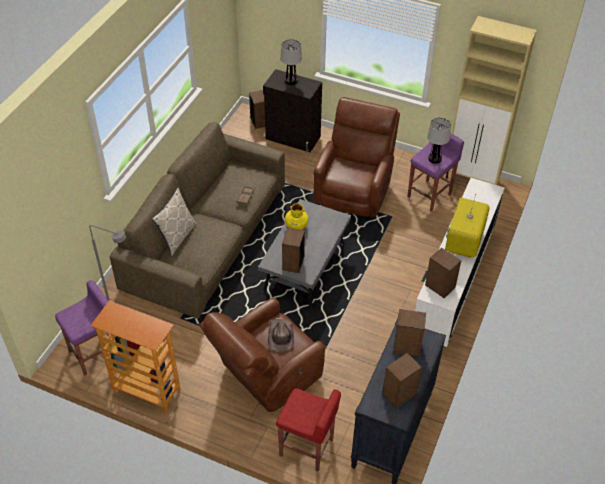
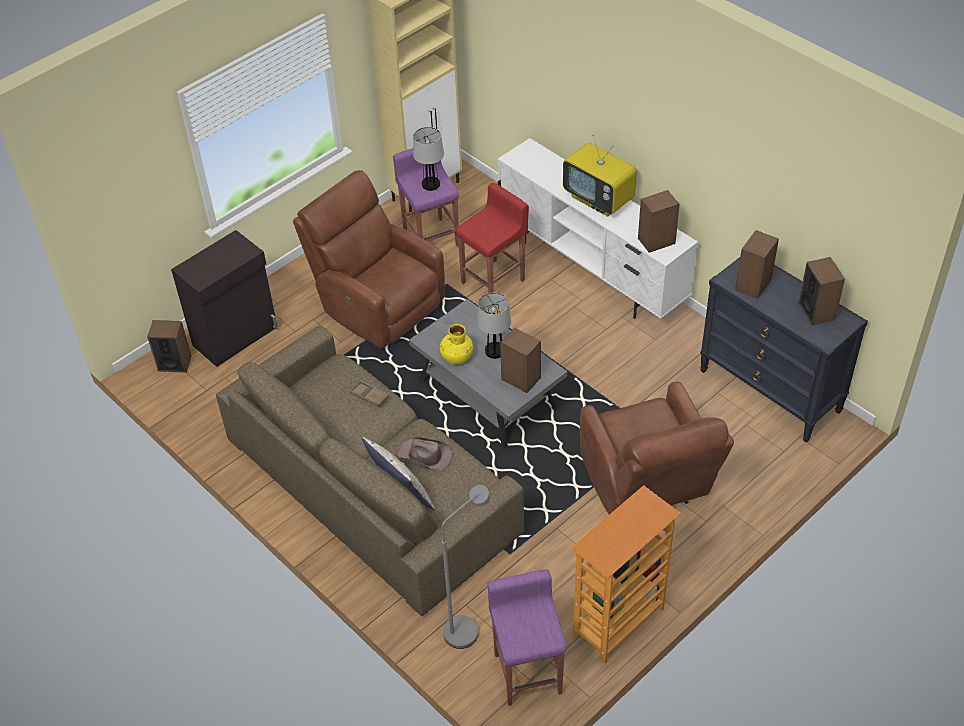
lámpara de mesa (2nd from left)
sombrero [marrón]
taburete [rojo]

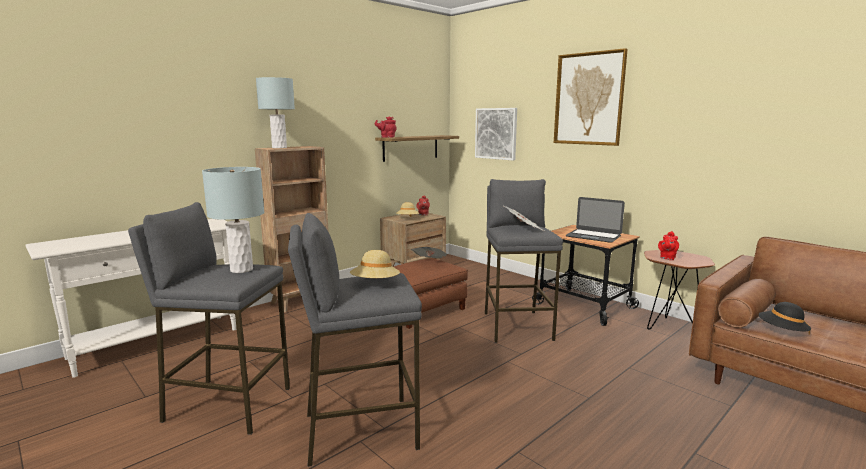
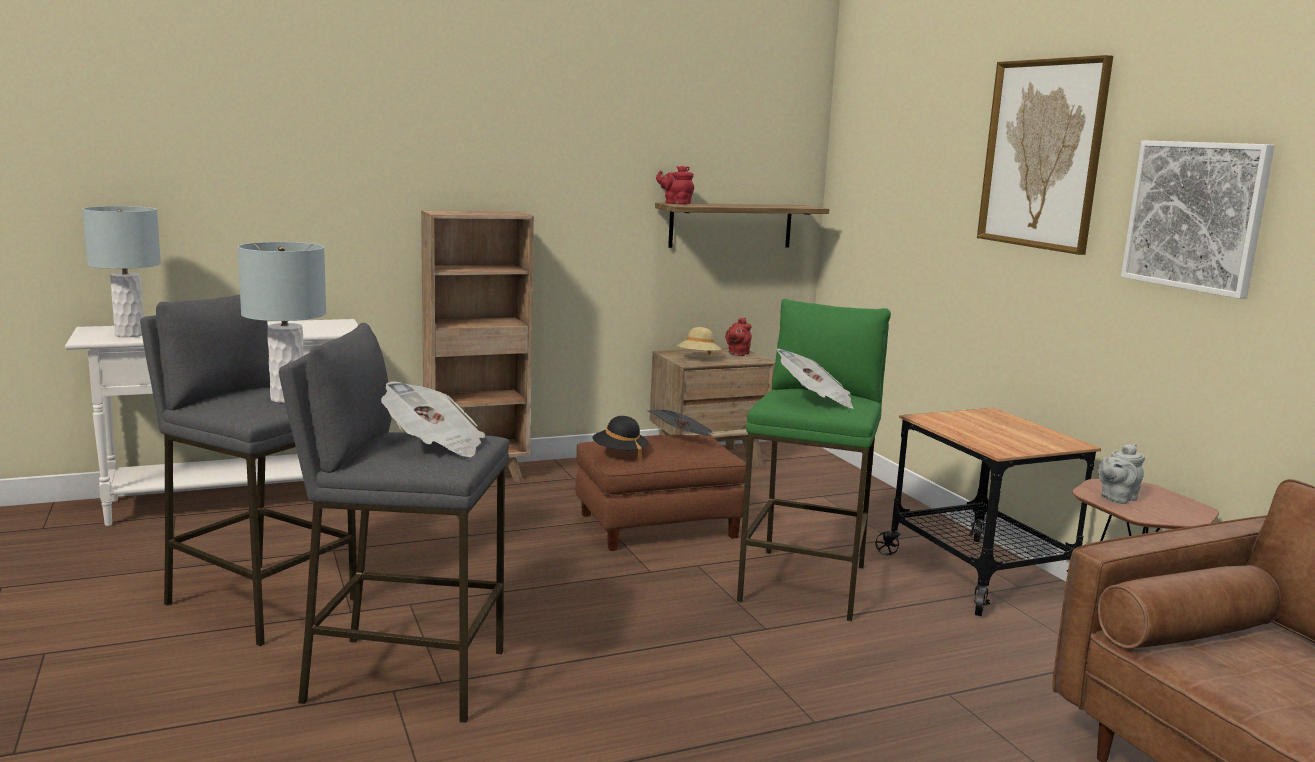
lámpara de mesa [gris] (1st from left)
cuadro (2nd from left)
taburete [verde]
portátil
tetera [gris]
periódico (1st from left)
sombrero [negro]

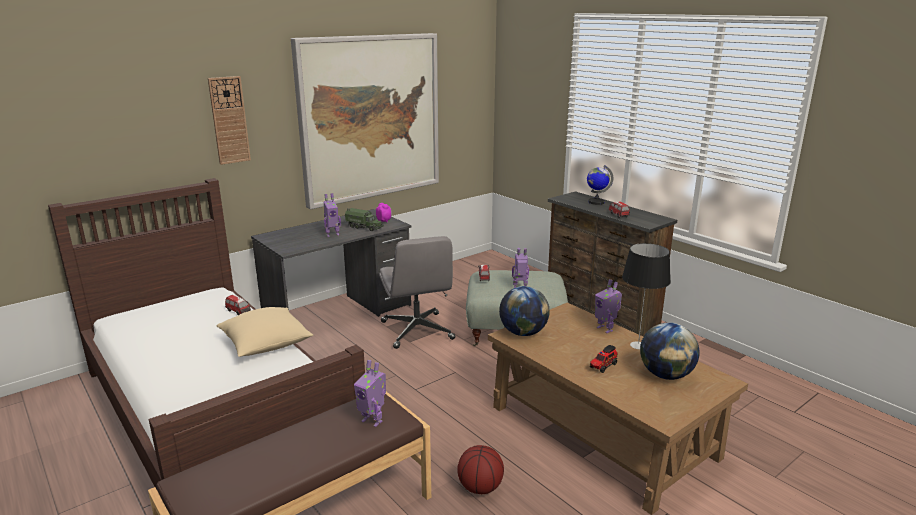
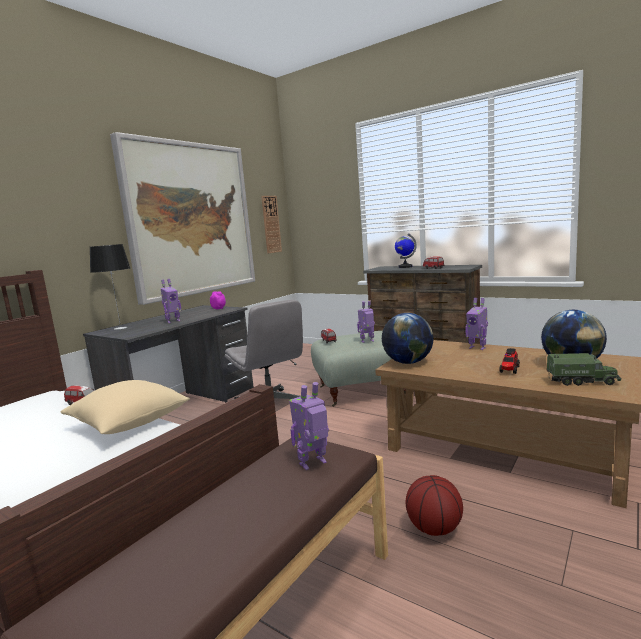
reloj de pared
camión de juguete (2nd from left)
lámpara de mesa
robot de juguete (2nd from left)

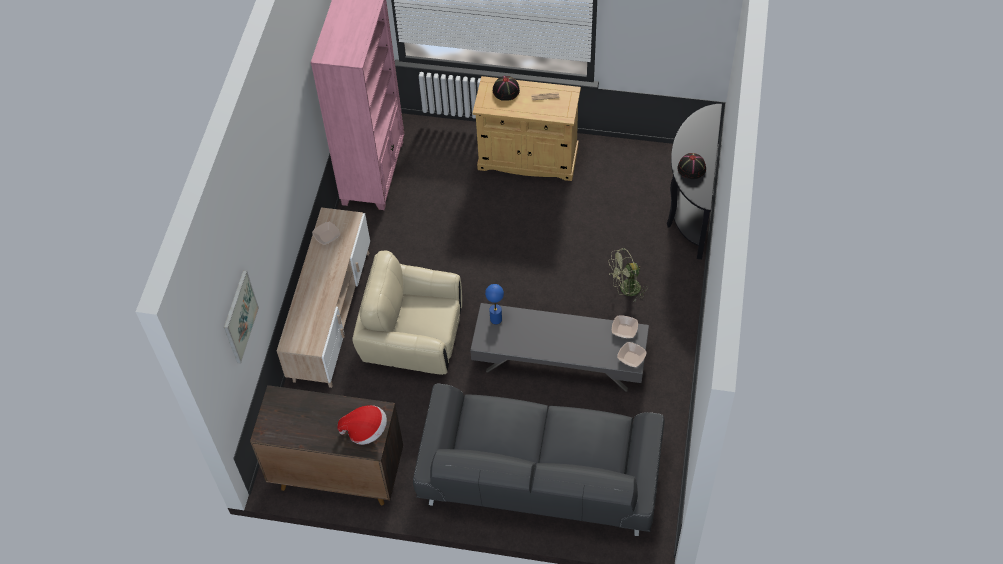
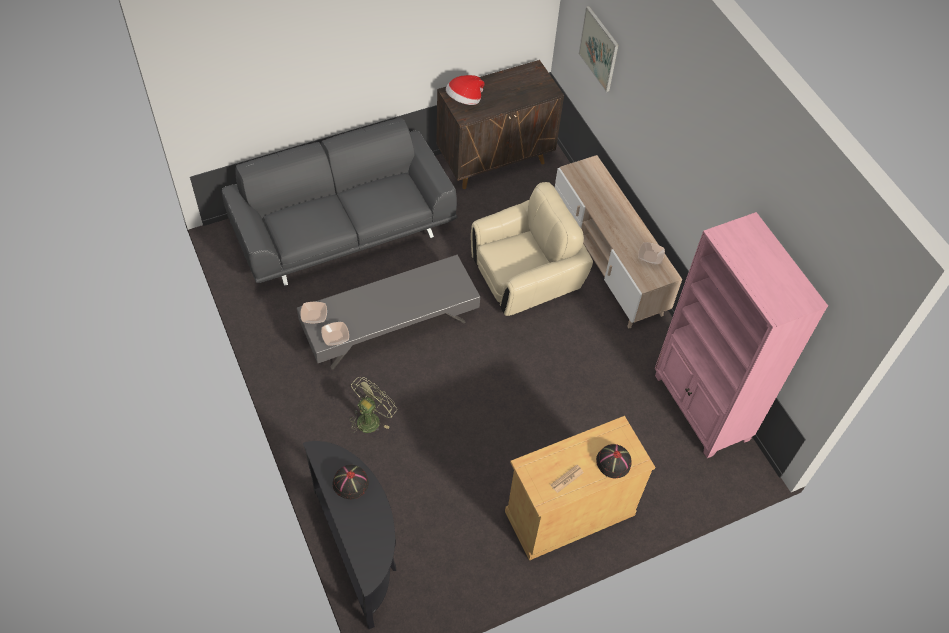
lámpara de mesa [azul]

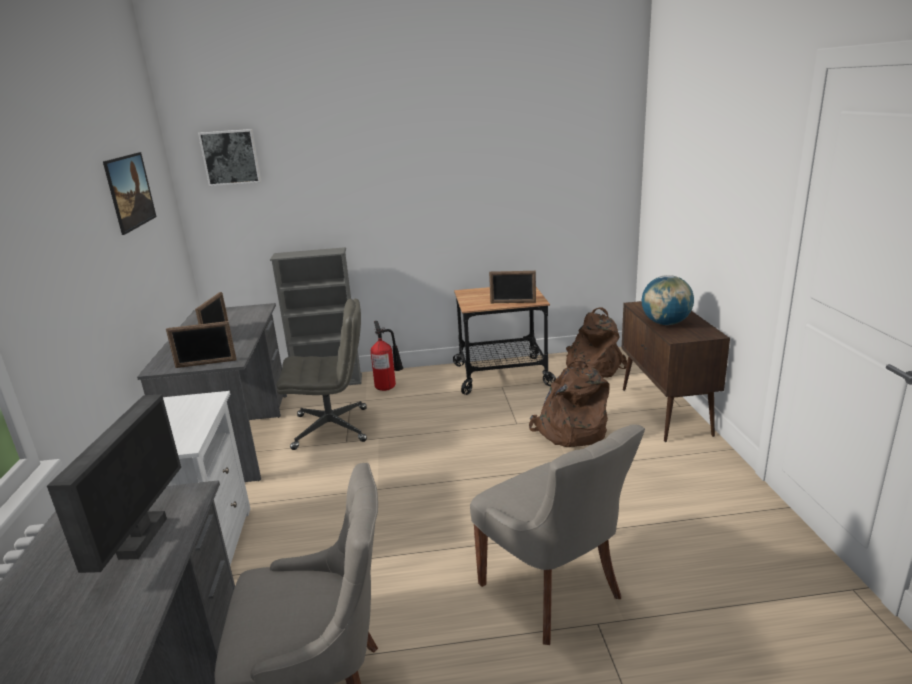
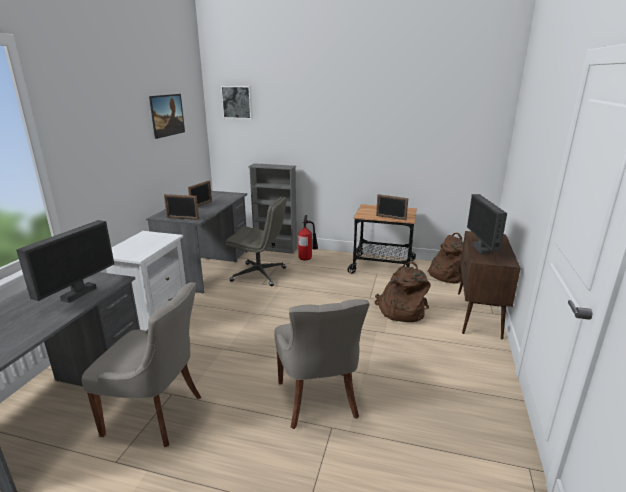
monitor (2nd from left)

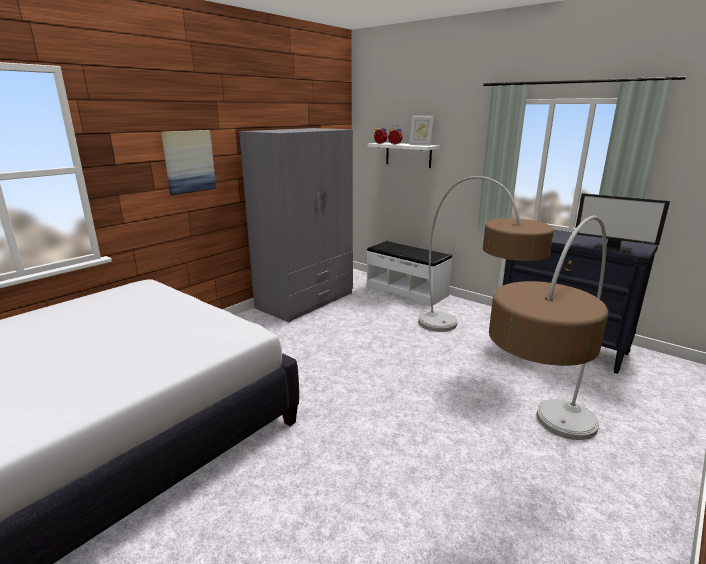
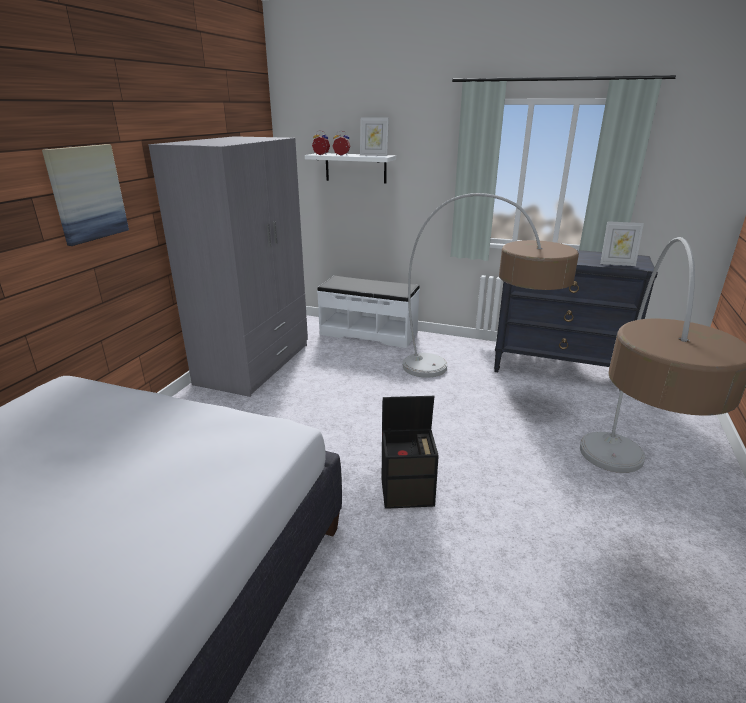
portarretratos (2nd from left)
caja de almacenaje [negro]

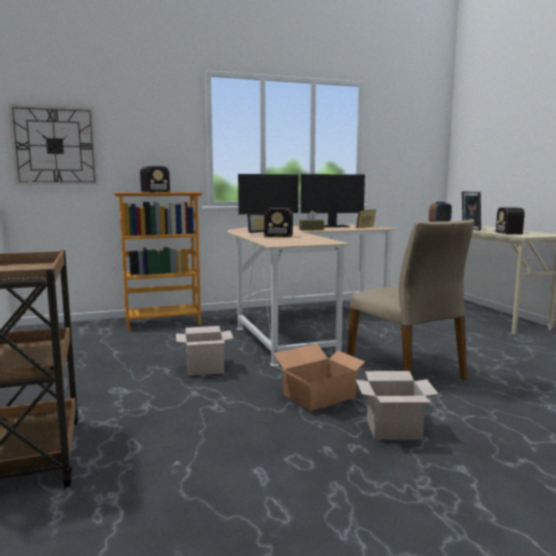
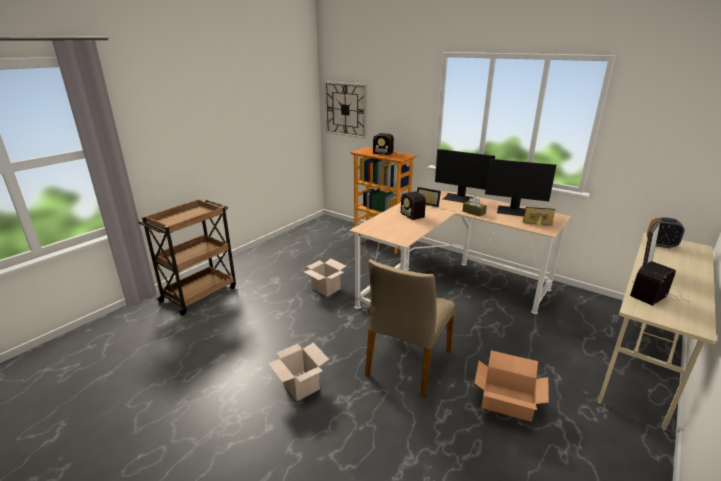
monitor (2nd from left)
caja de cartón (3rd from left)

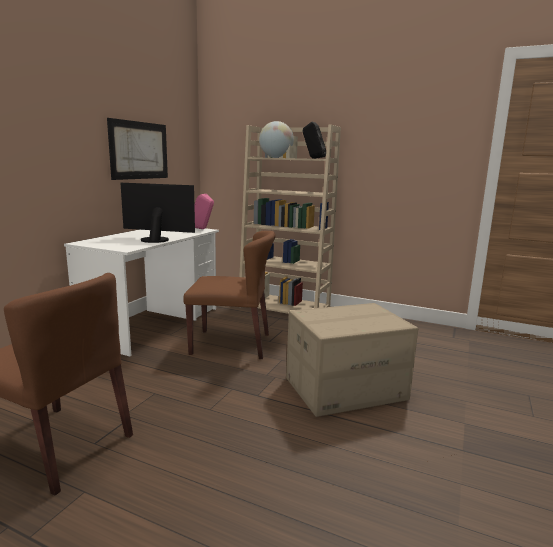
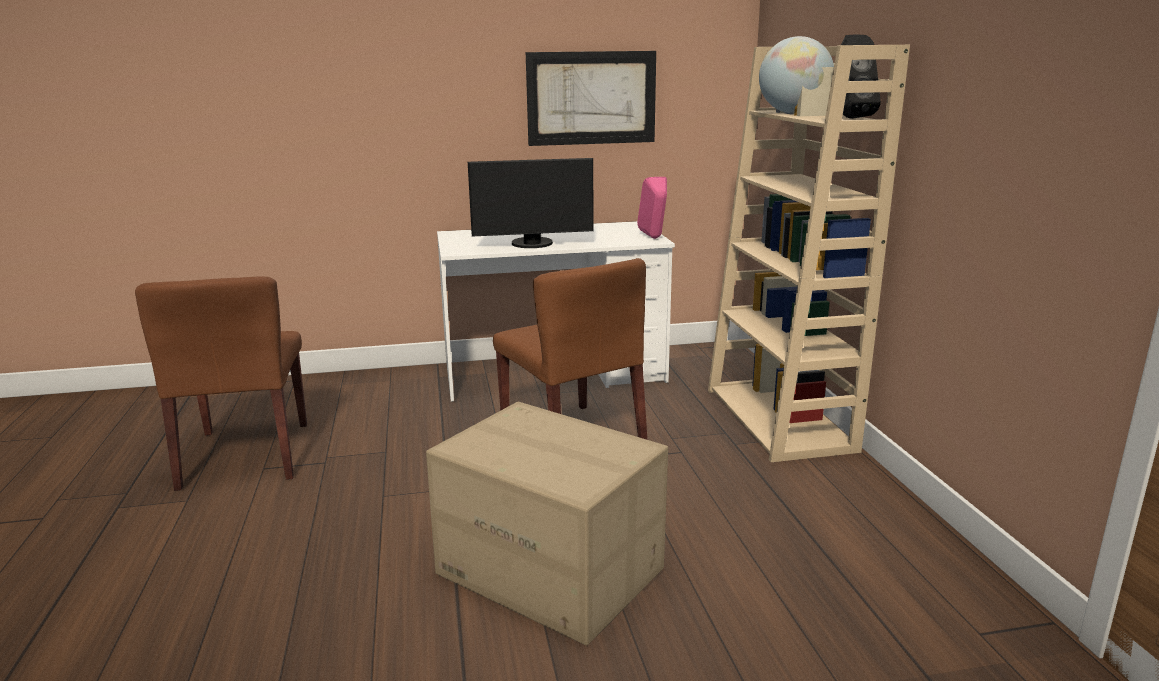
monitor

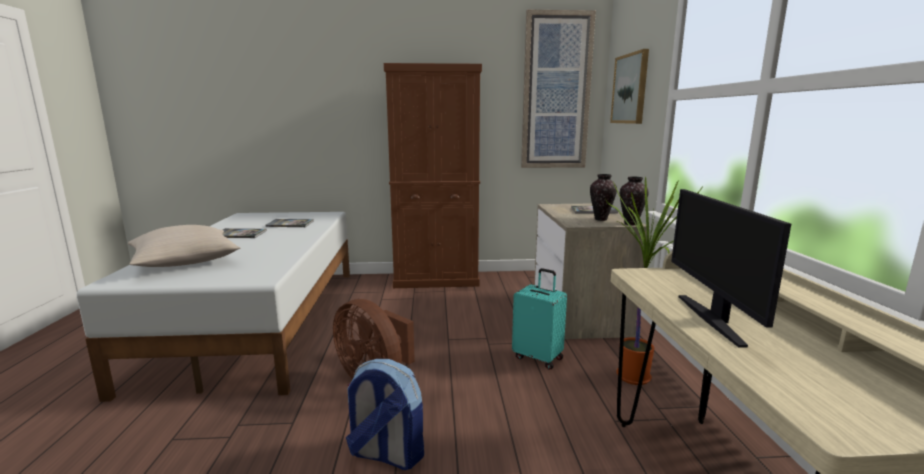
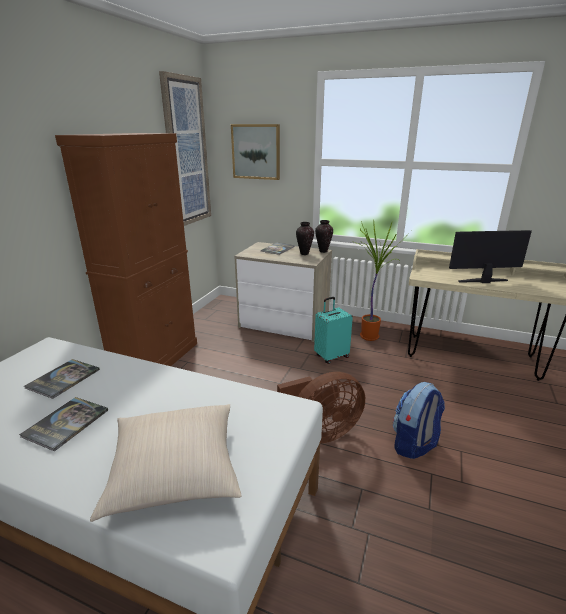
monitor

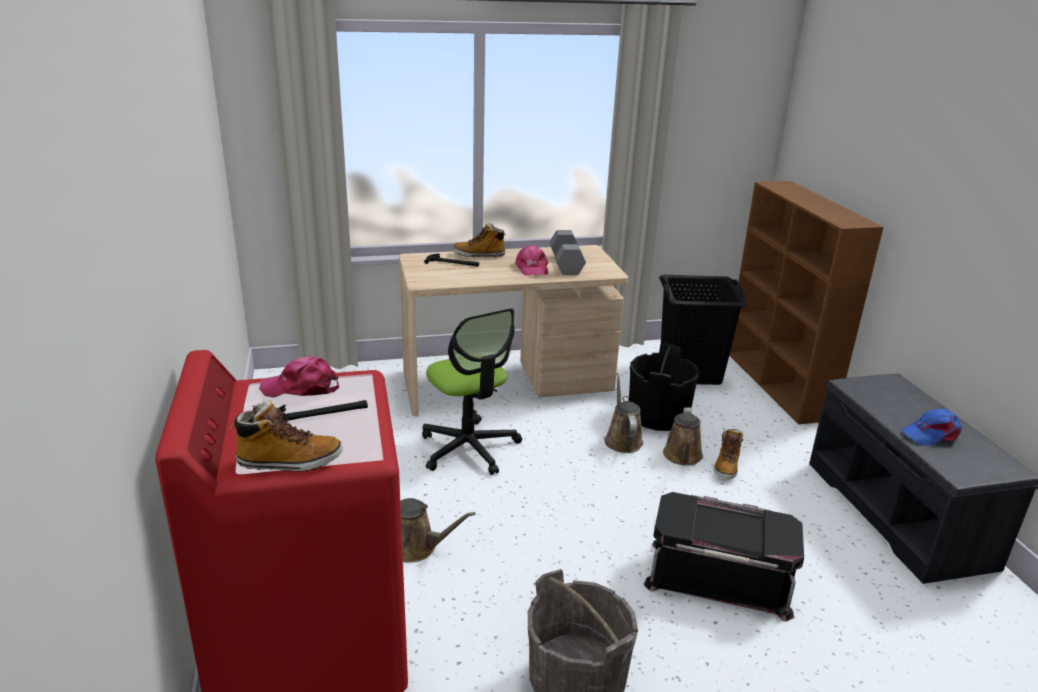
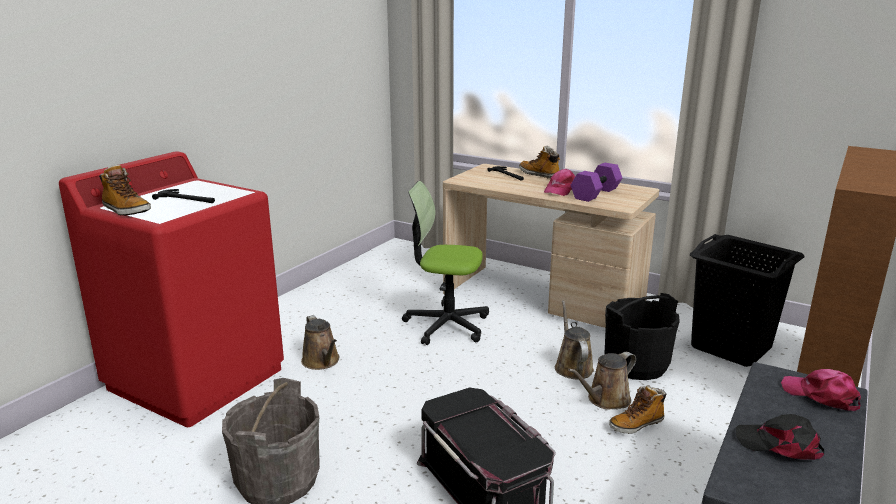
mancuerna [morado]
silla de oficina
gorra [rosa] (2nd from left)
regadera [marrón] (2nd from left)
gorra [negro]

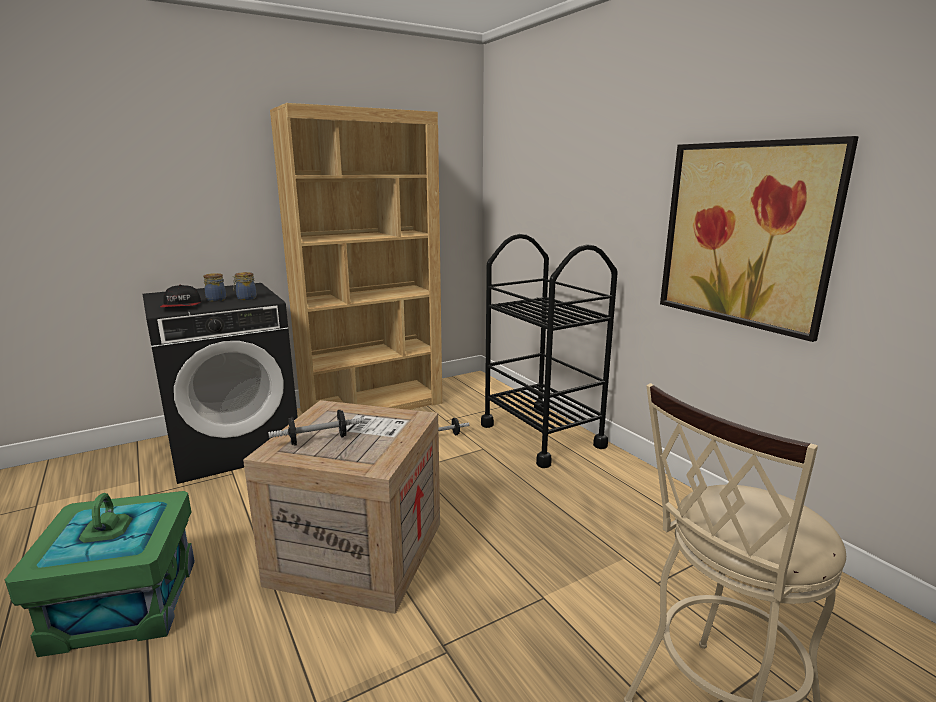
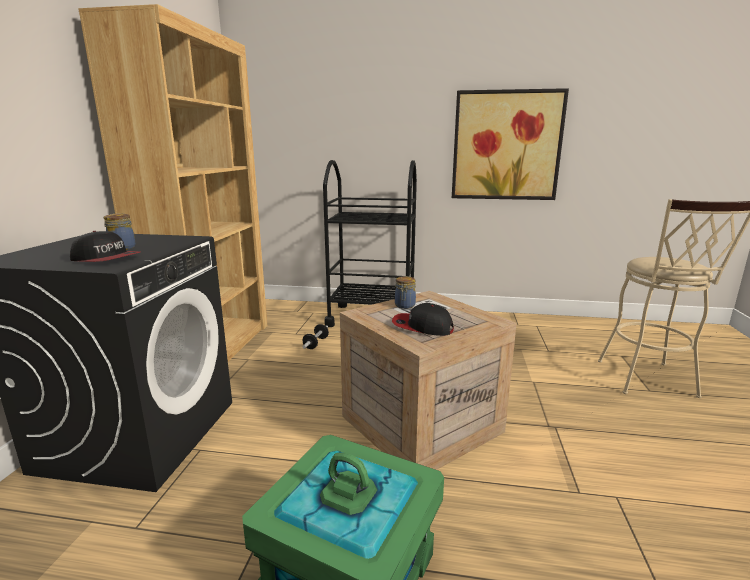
tarro (2nd from left)
gorra (2nd from left)

